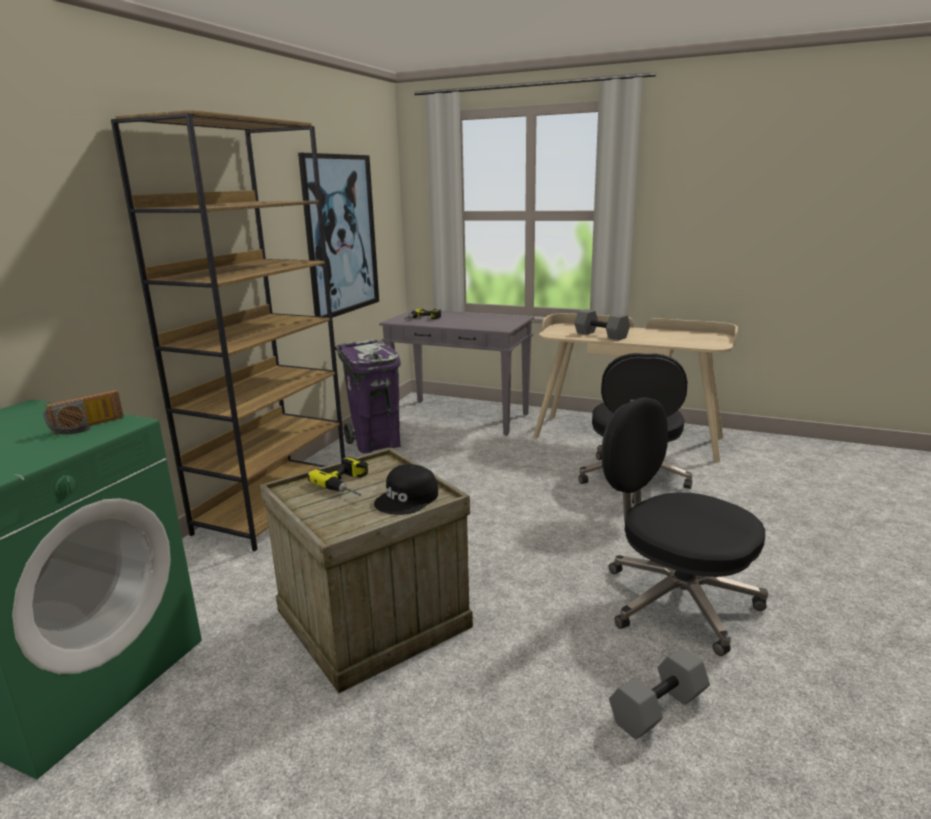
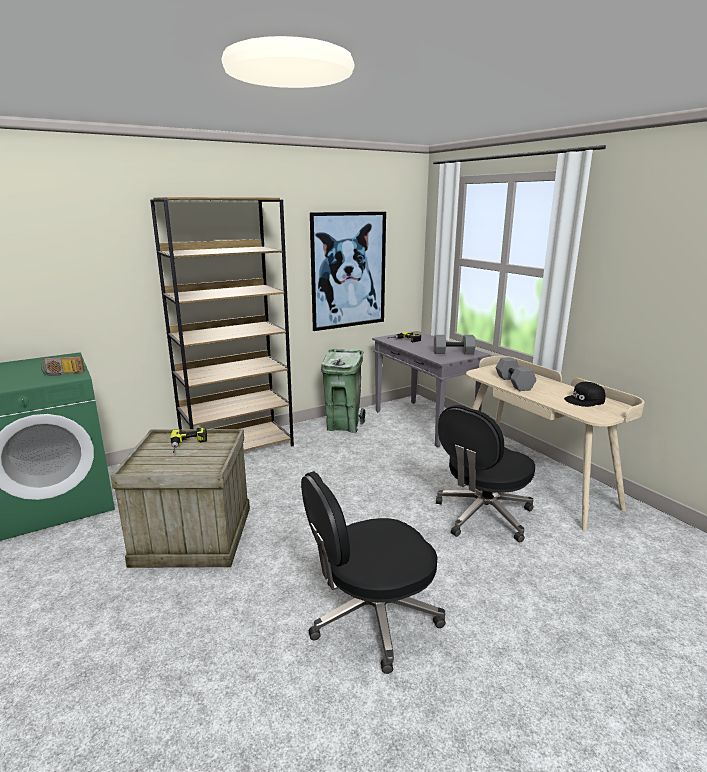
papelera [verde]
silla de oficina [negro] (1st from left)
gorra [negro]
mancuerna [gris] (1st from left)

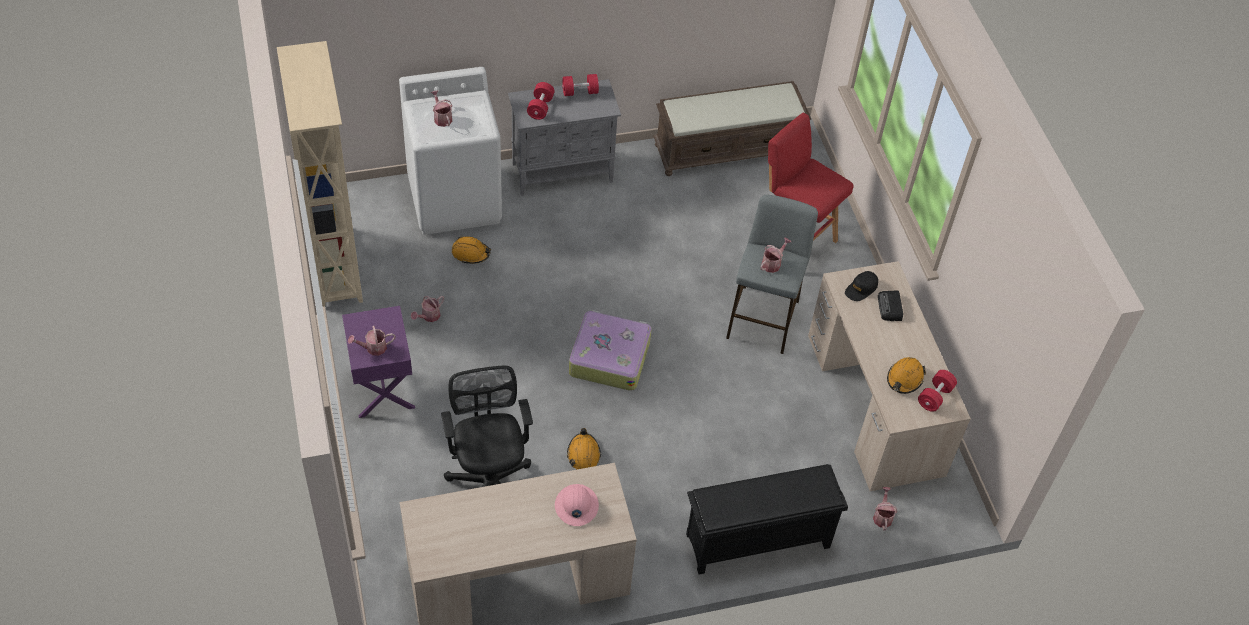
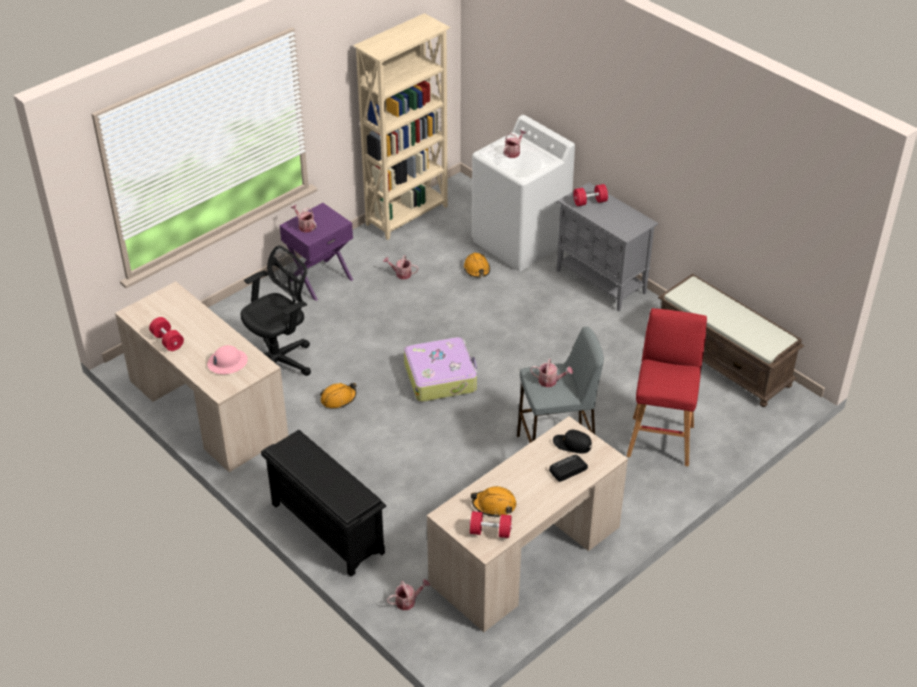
mancuerna [rojo] (1st from left)

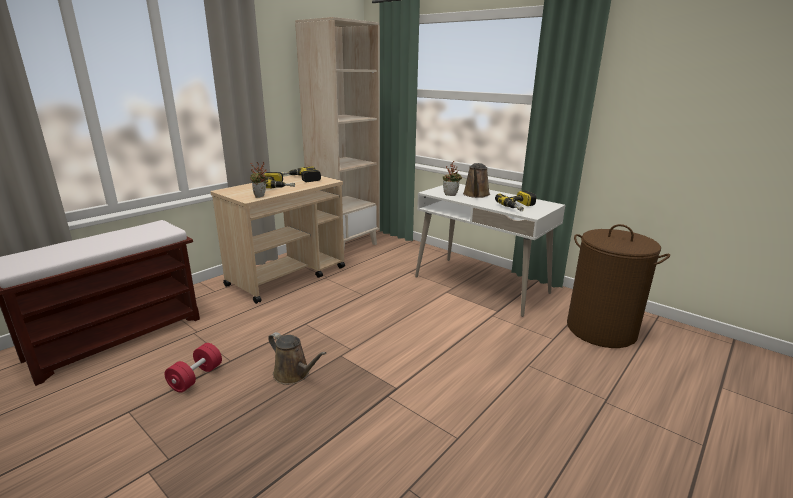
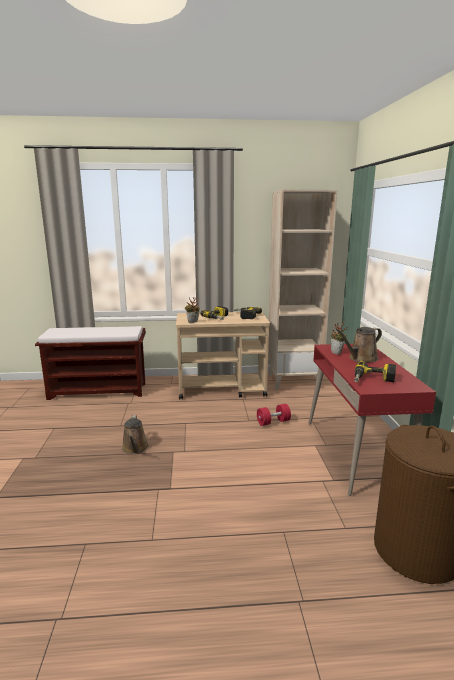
escritorio [rojo]
mancuerna [rojo]

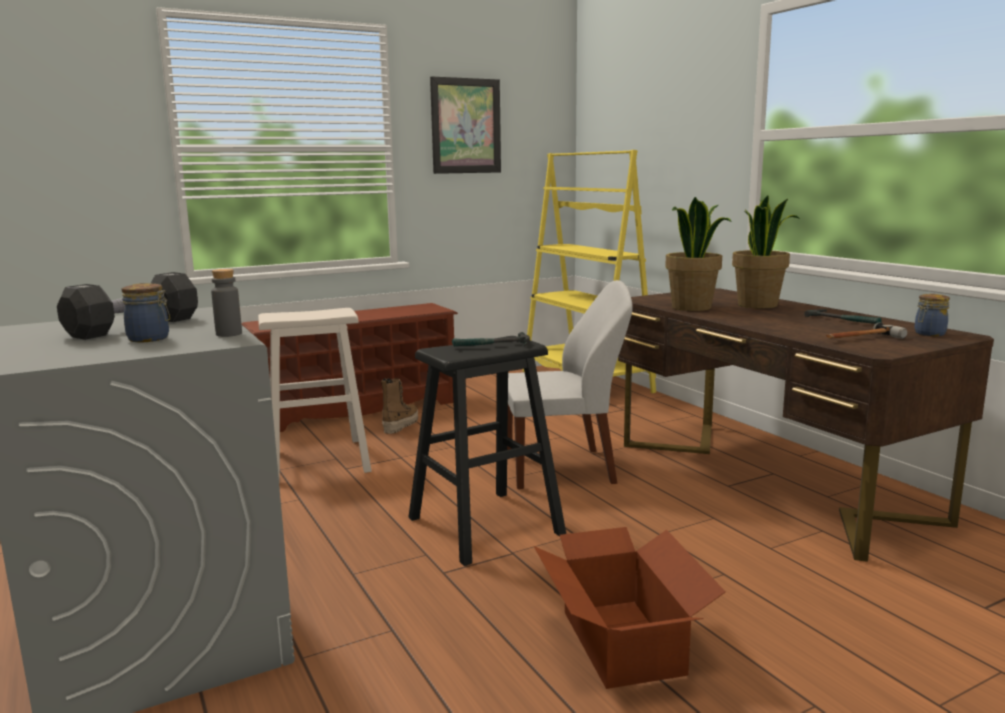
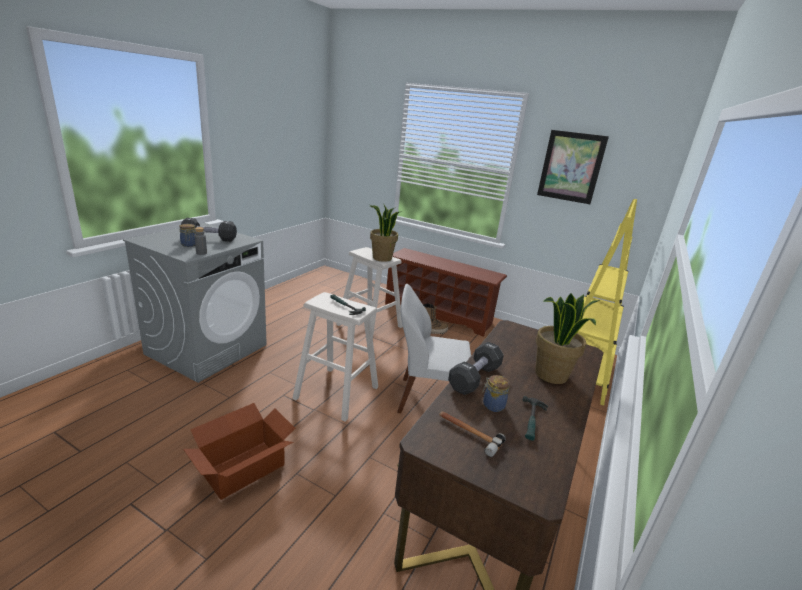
planta en maceta (1st from left)
silla [blanco]
tarro (2nd from left)
taburete [beis] (1st from left)
mancuerna [negro] (2nd from left)

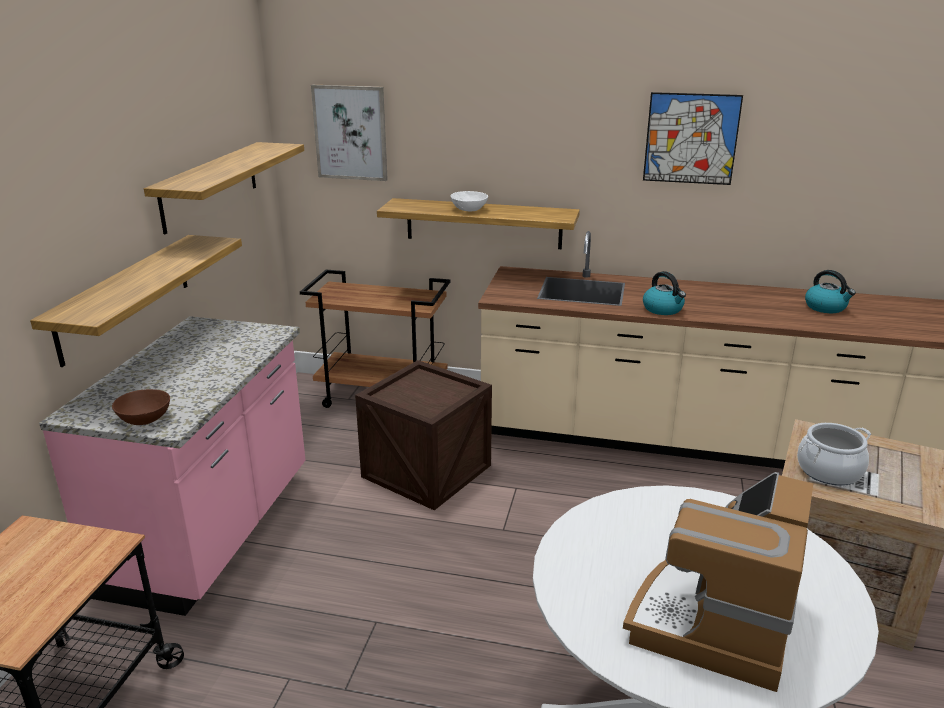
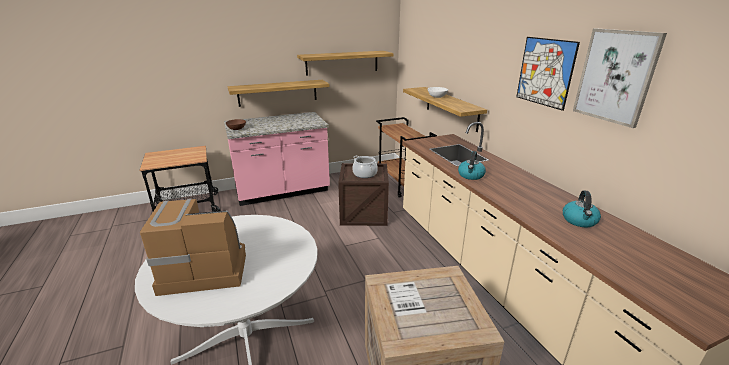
cuadro (2nd from left)
olla

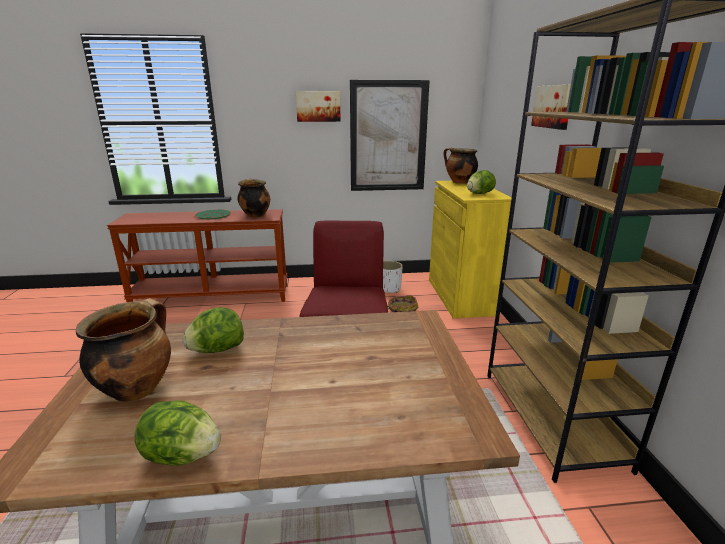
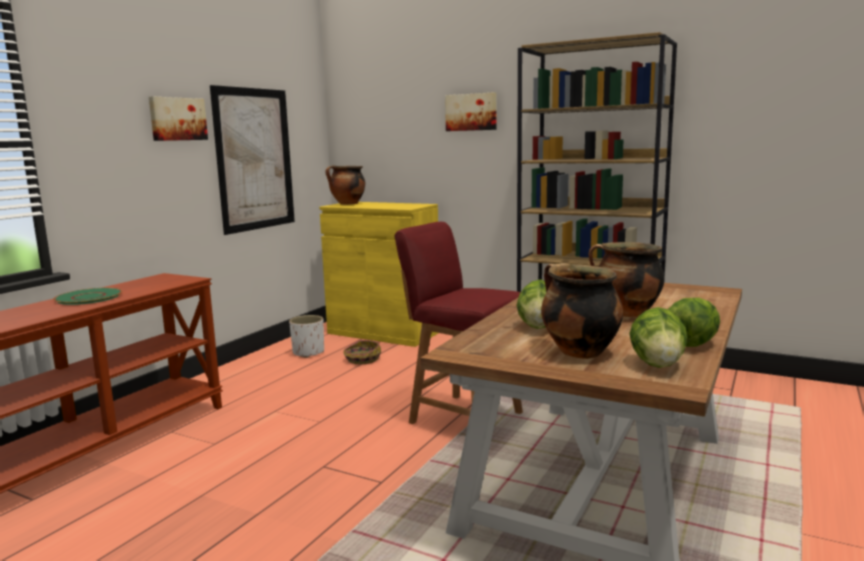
lechuga (2nd from left)
olla (3rd from left)

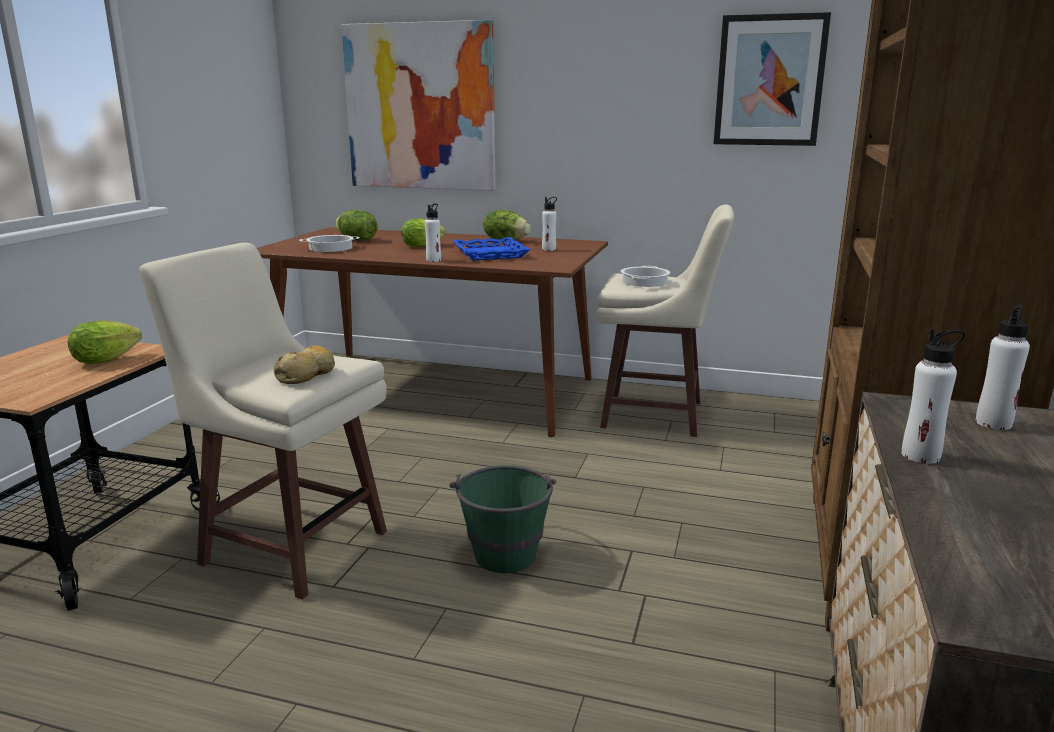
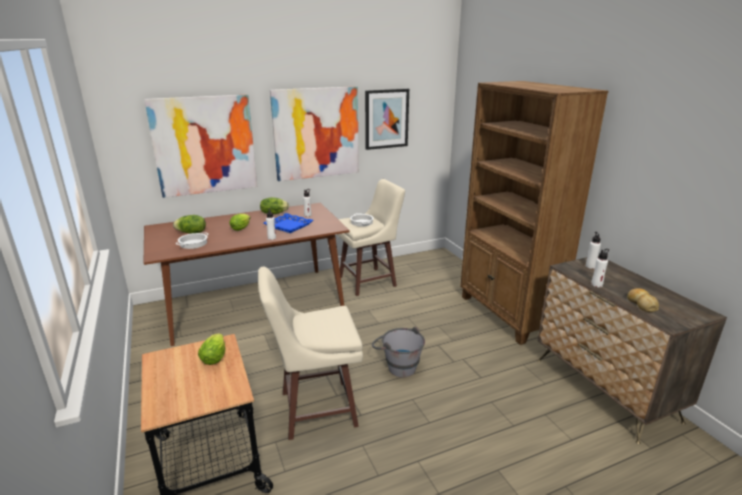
pan
cubo [gris]
cuadro (2nd from left)

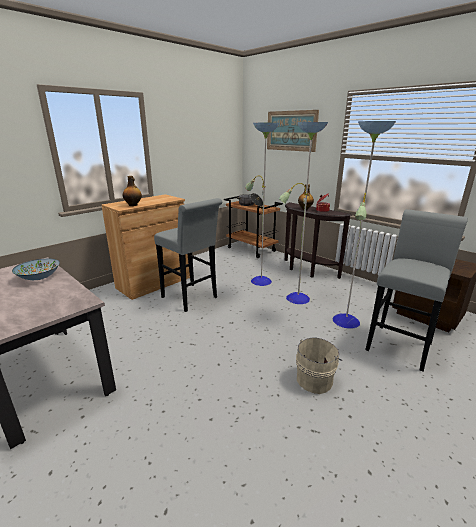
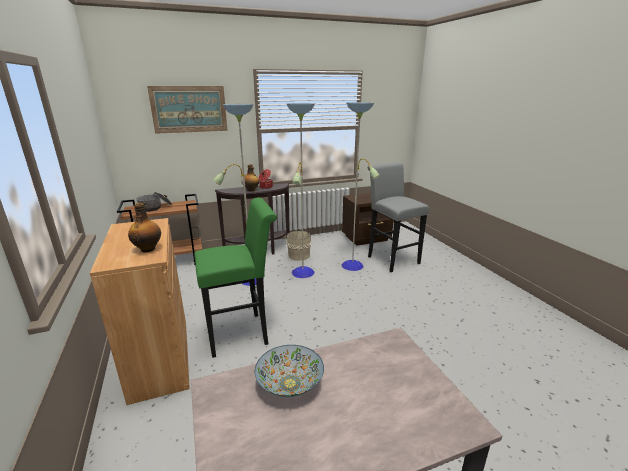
taburete [verde]
cubo [beis]

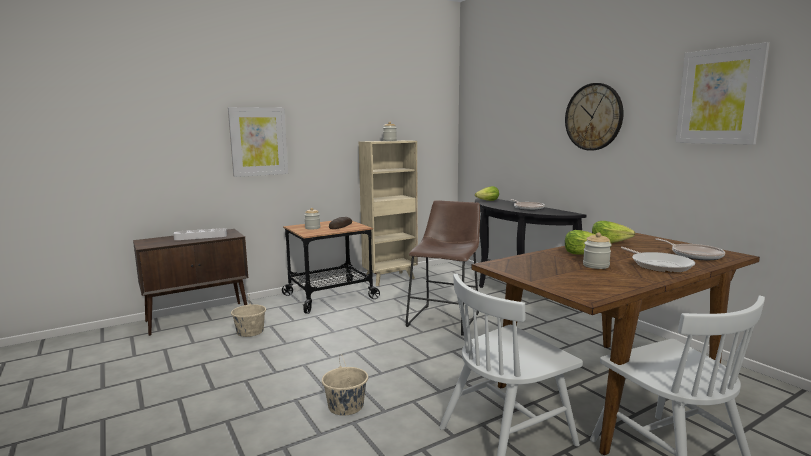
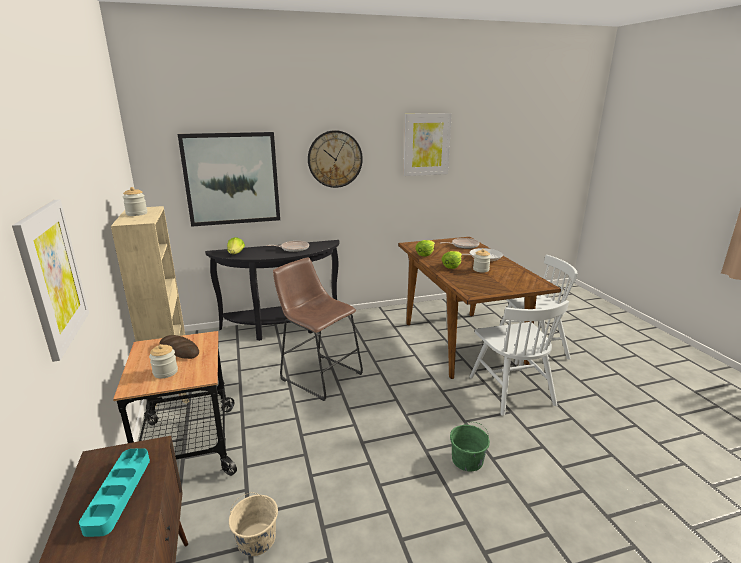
bandeja [turquesa]
cubo [verde]
cuadro (2nd from left)

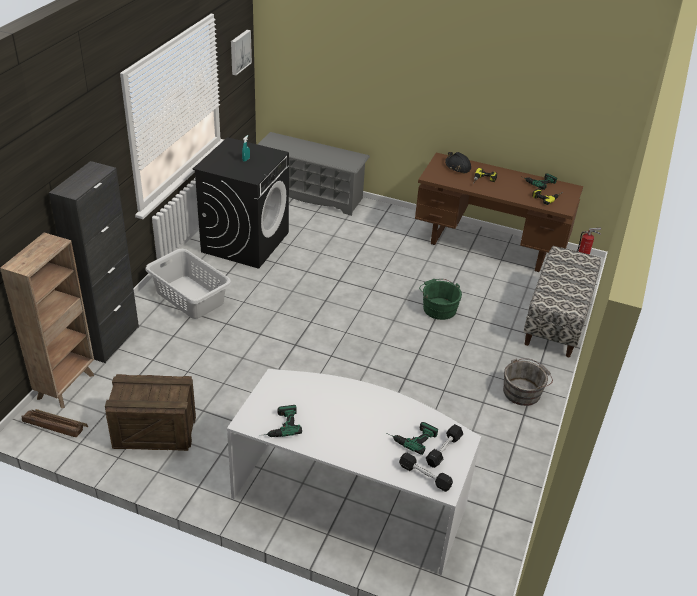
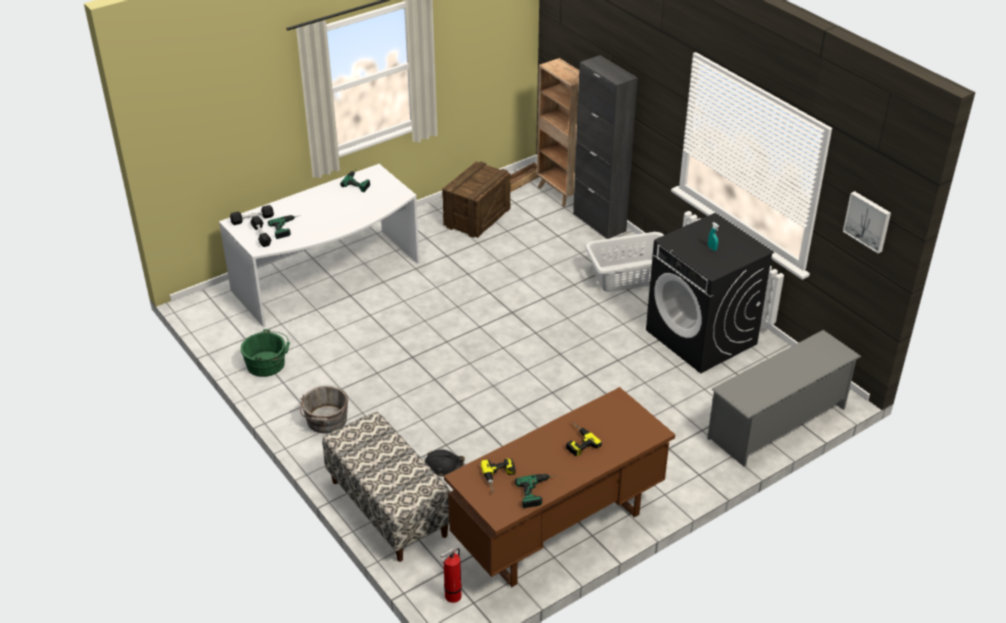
casco [negro]
cubo [verde]

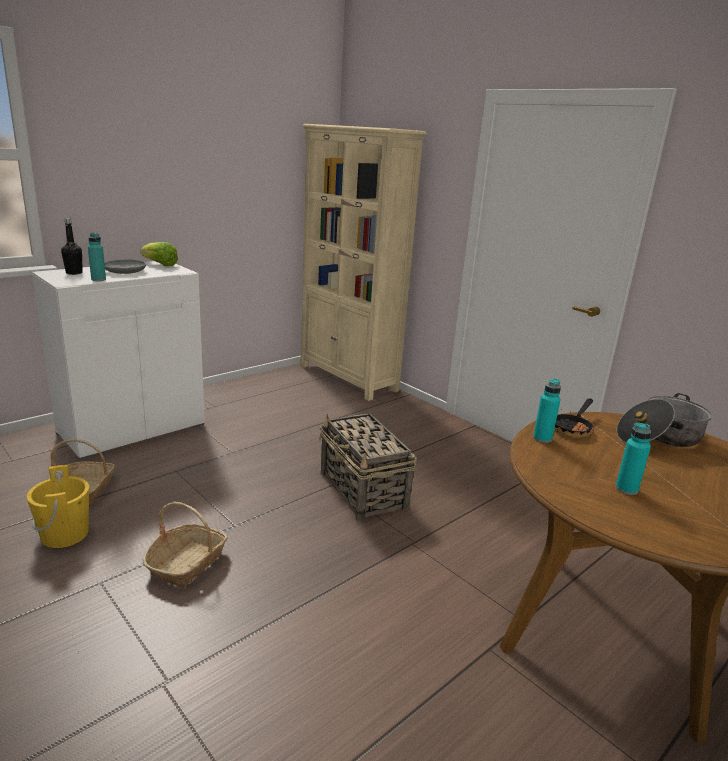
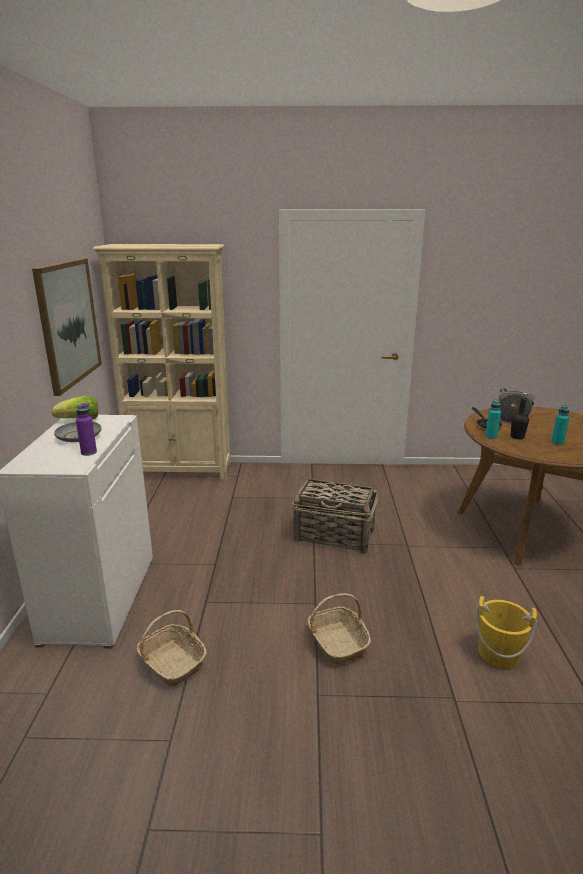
botella [negro]
botella [morado]
cubo [amarillo]
cuadro

